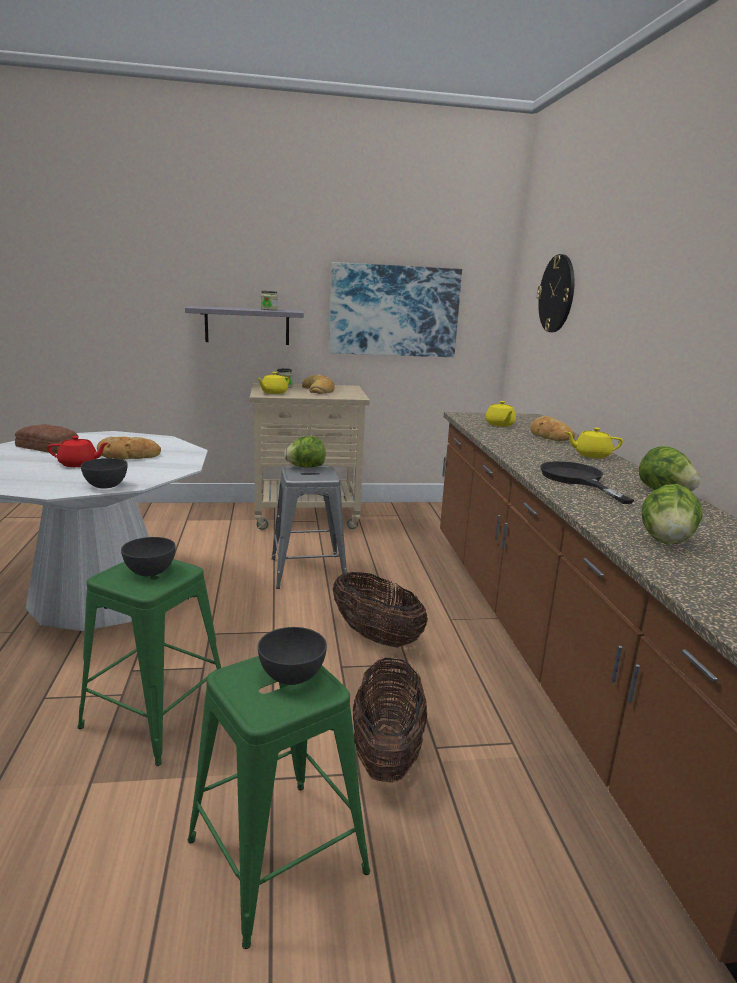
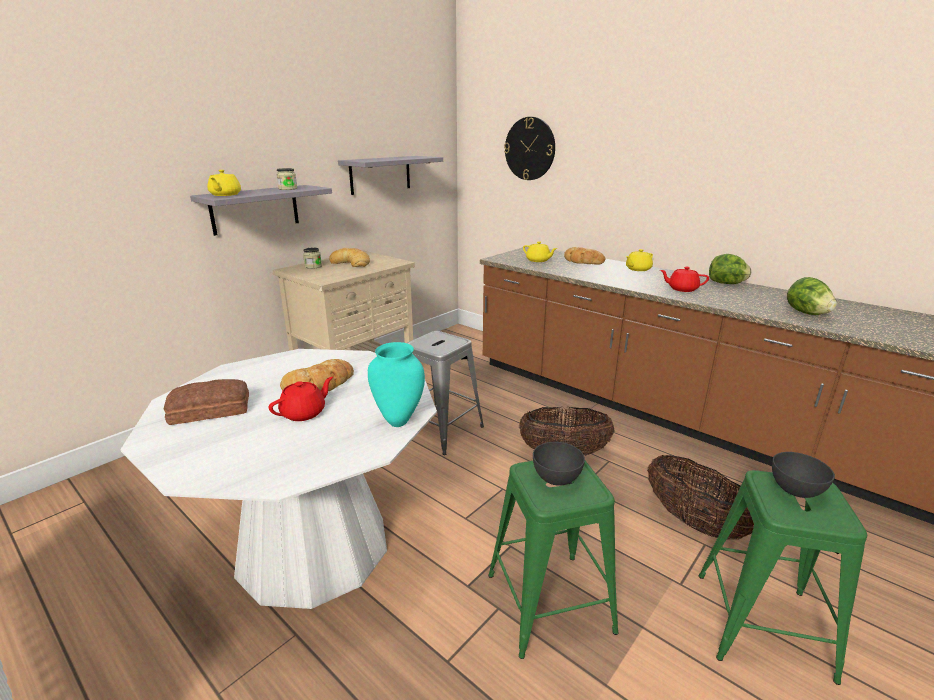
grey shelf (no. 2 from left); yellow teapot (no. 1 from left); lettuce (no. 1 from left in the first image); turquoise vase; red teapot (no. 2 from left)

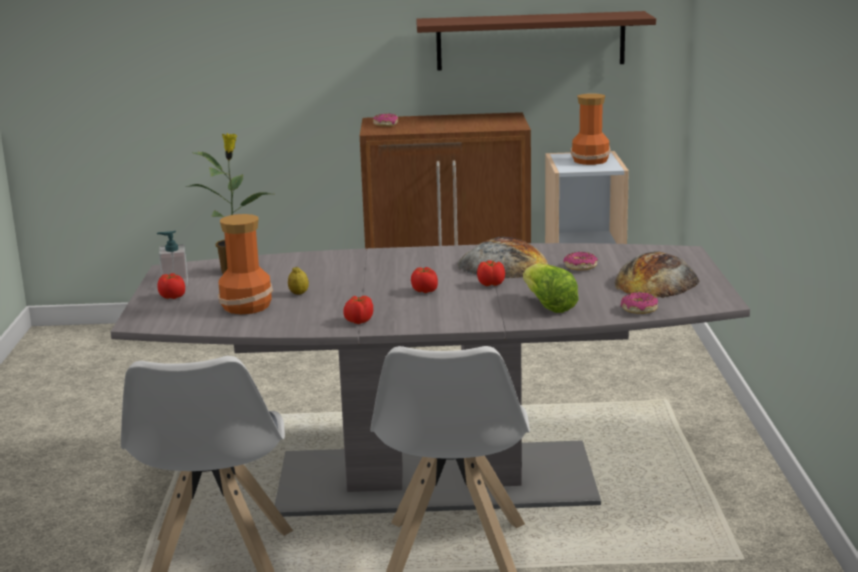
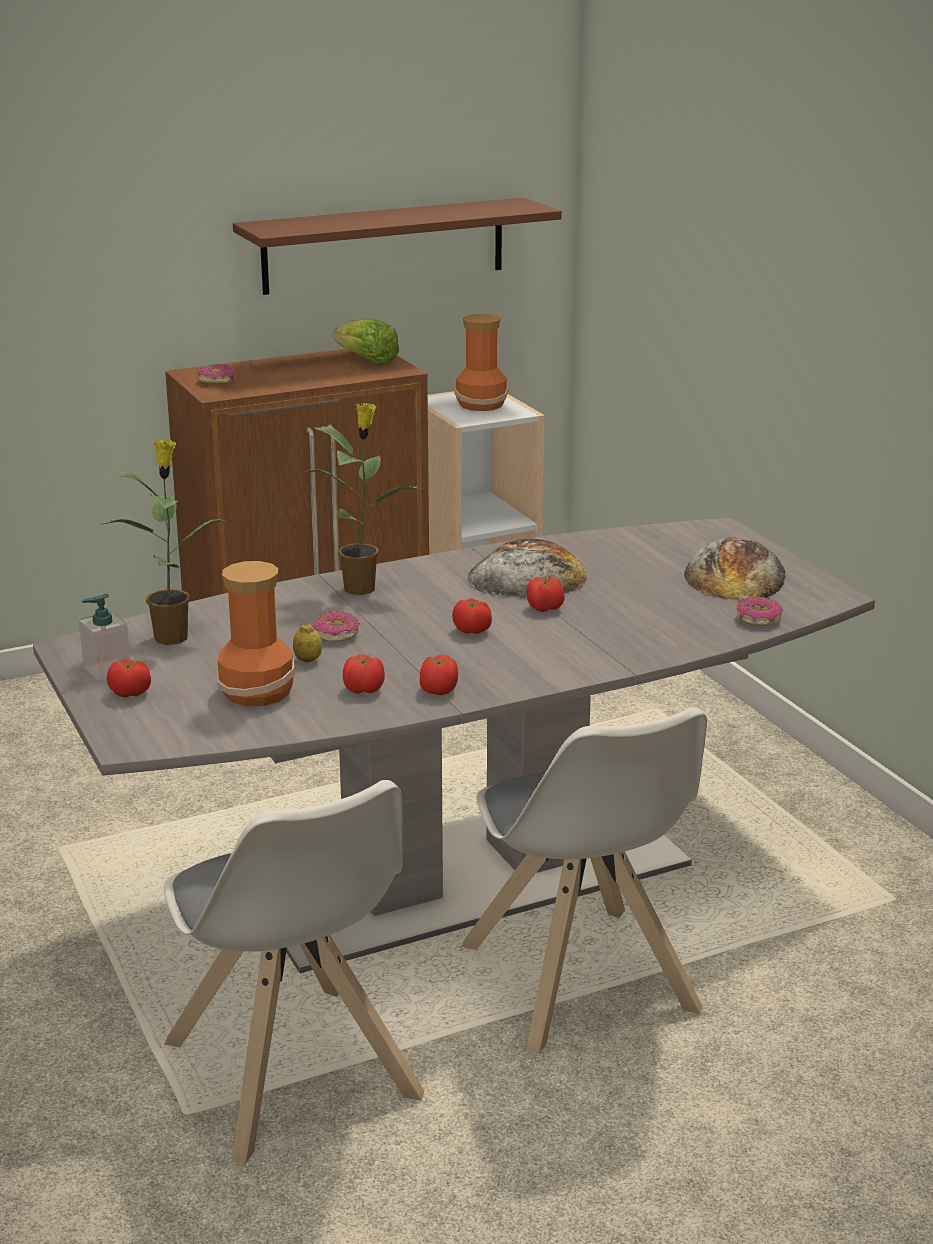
donut (no. 2 from left); lettuce; potted plant (no. 2 from left); tomato (no. 2 from left)

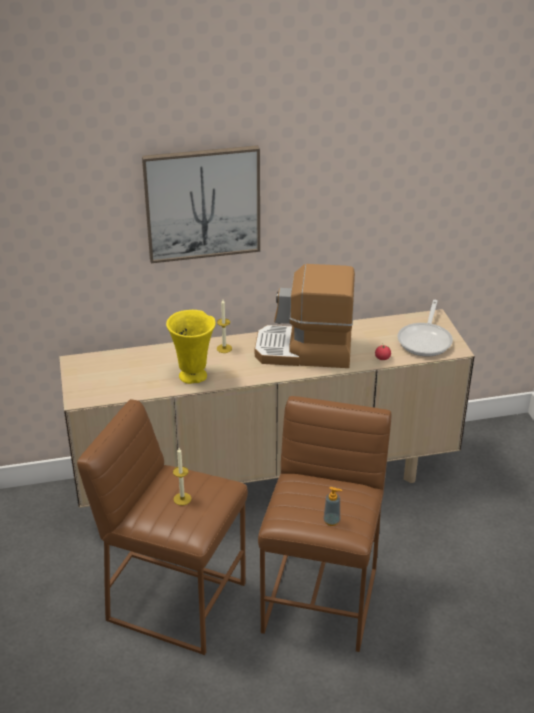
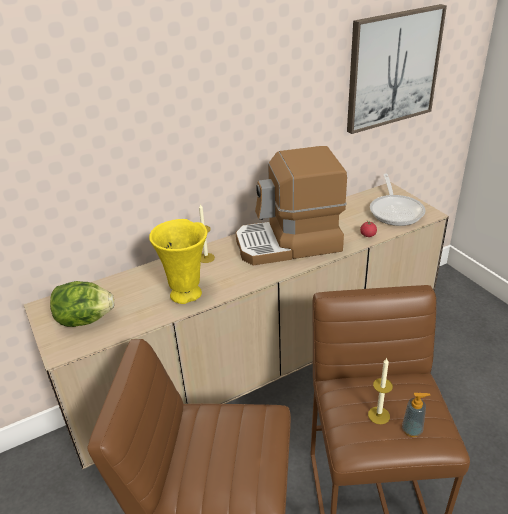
picture; candle (no. 2 from left); lettuce

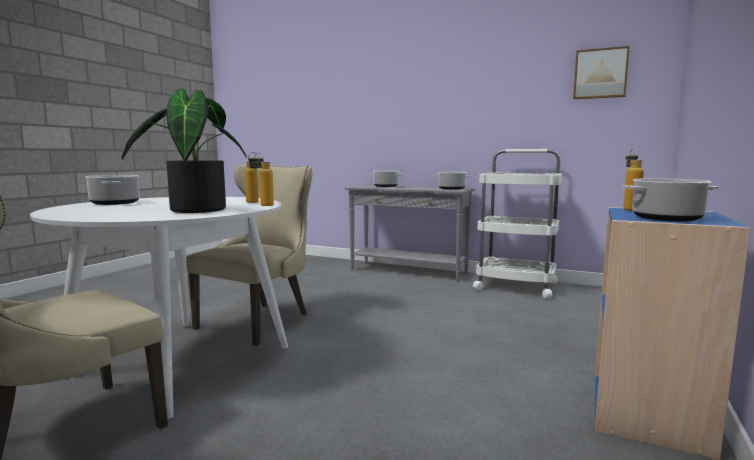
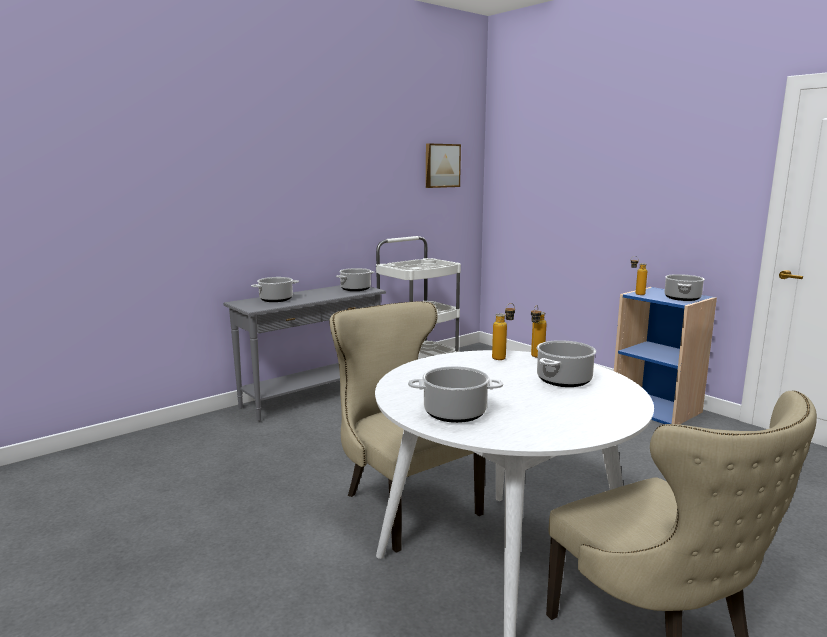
cooking pot (no. 4 from left)

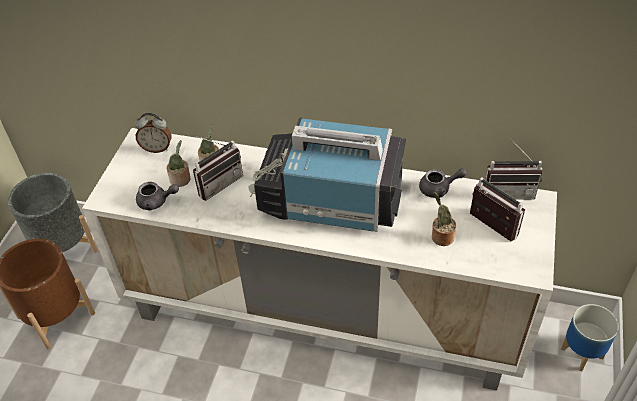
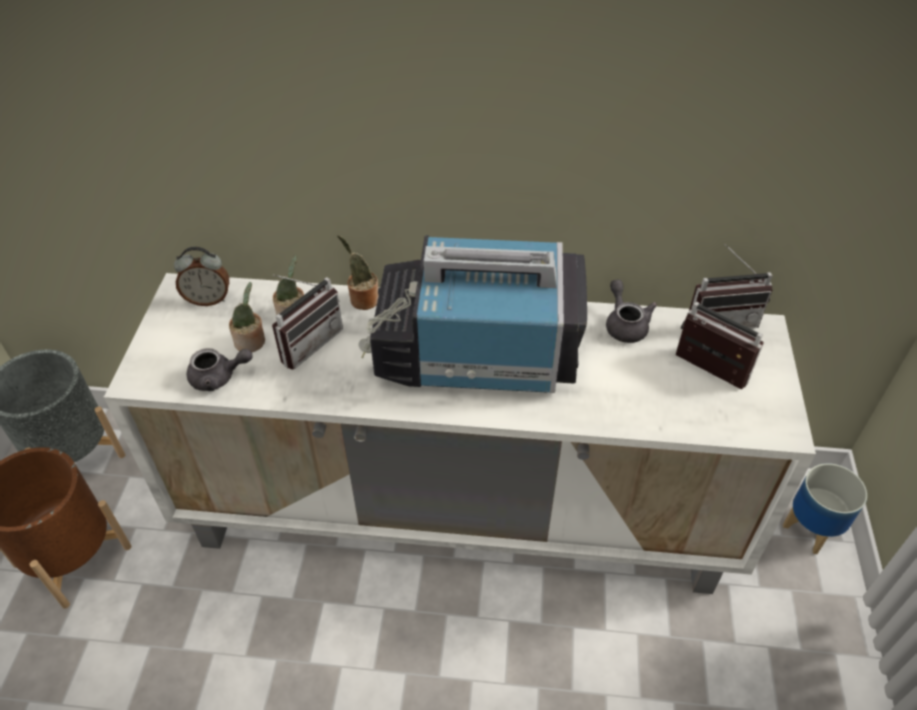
grey teapot (no. 2 from left); potted plant (no. 3 from left)

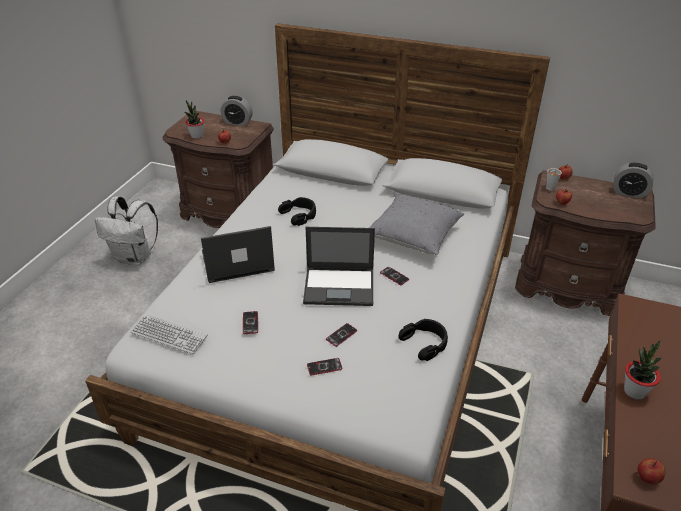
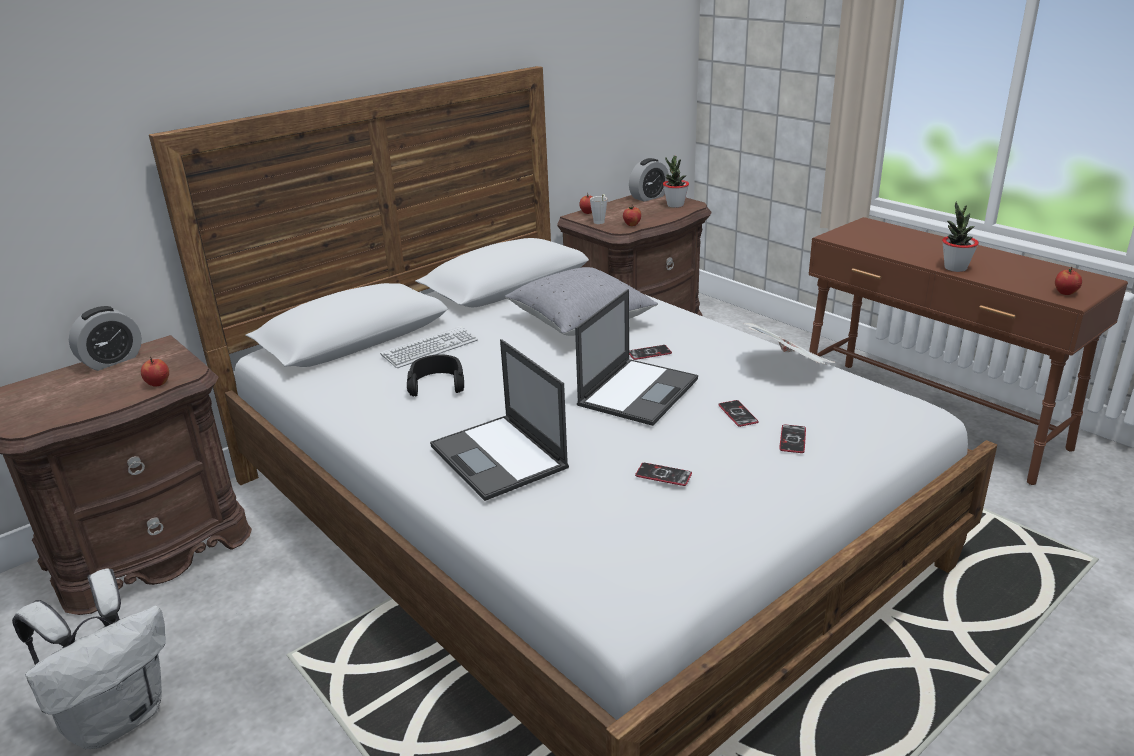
potted plant (no. 1 from left); laptop (no. 1 from left); keyboard; newspaper

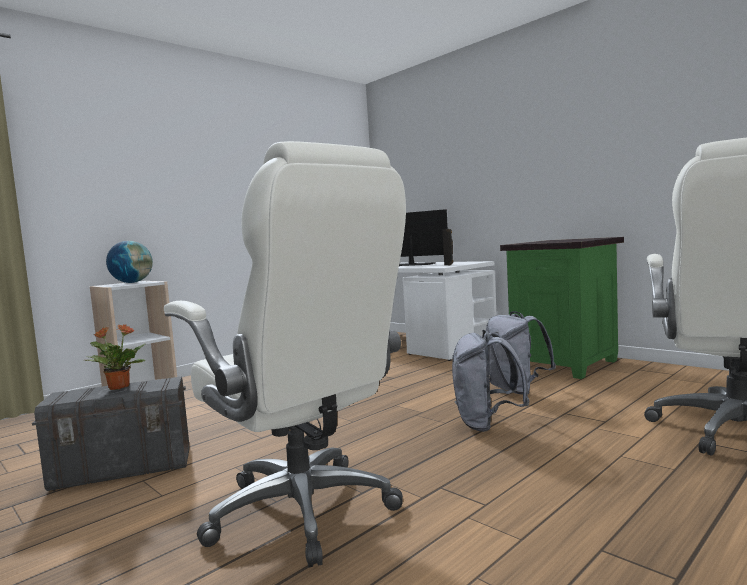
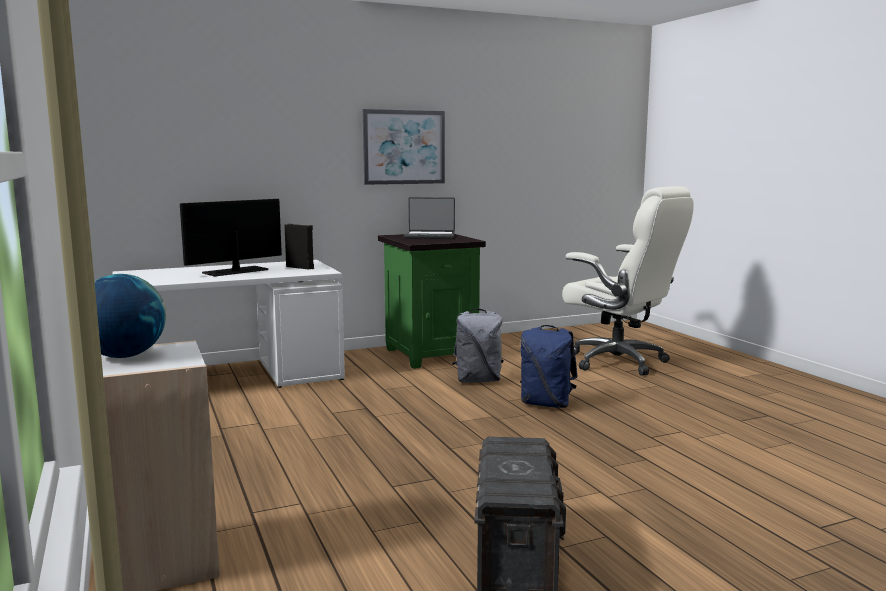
white office chair (no. 1 from left in the first image); potted plant; blue backpack; picture; laptop

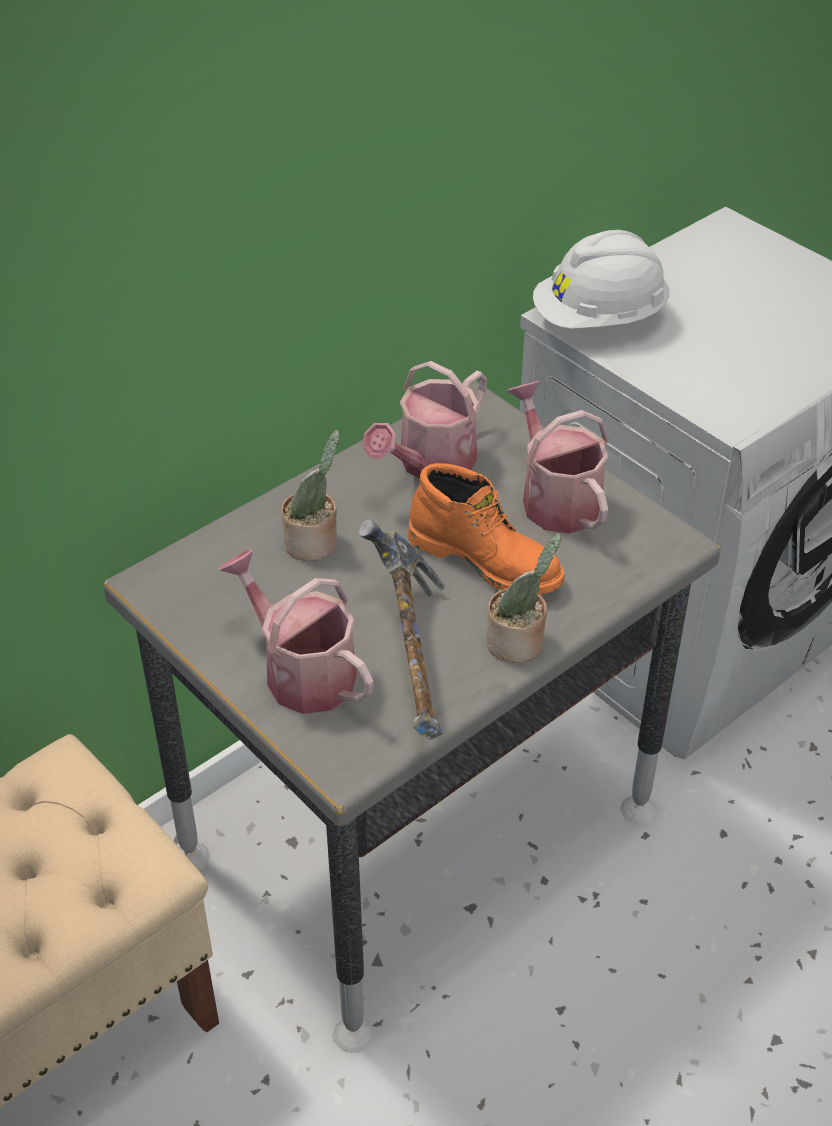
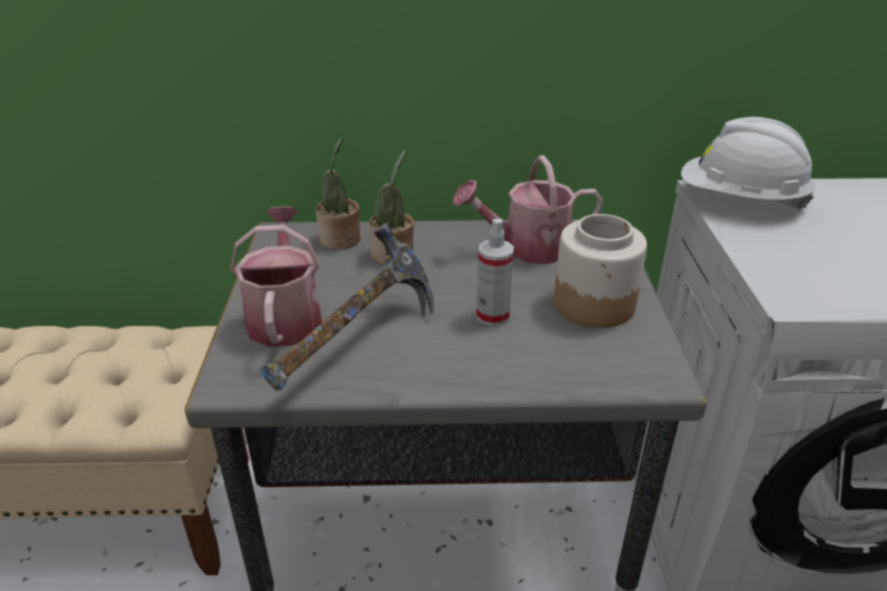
jar; spray bottle; potted plant (no. 1 from left)

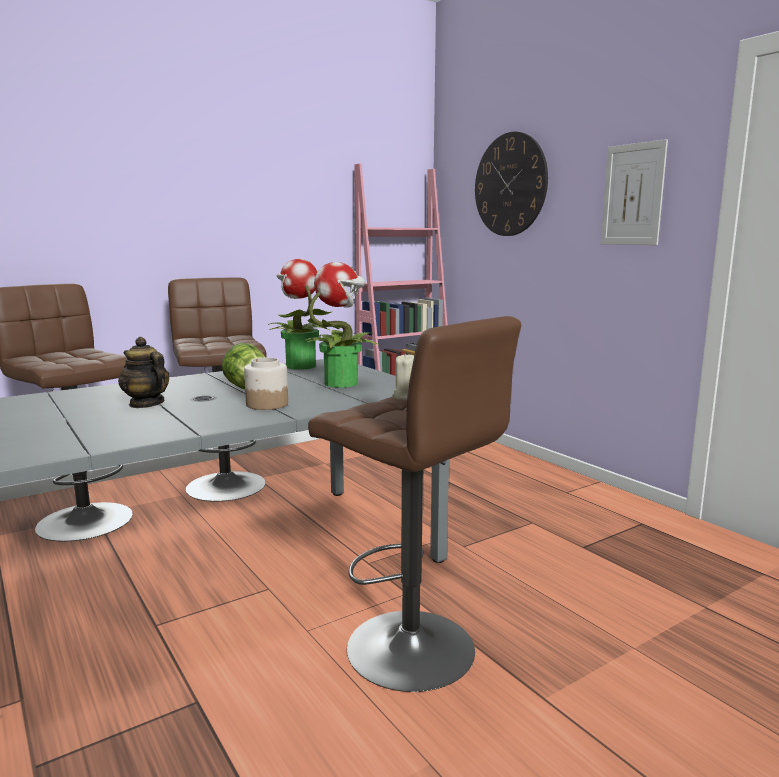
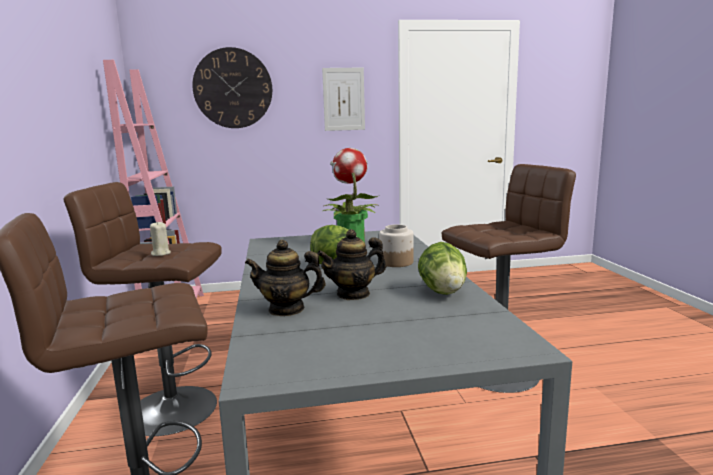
potted plant (no. 1 from left in the first image); beige candle; teapot (no. 1 from left); lettuce (no. 2 from left)

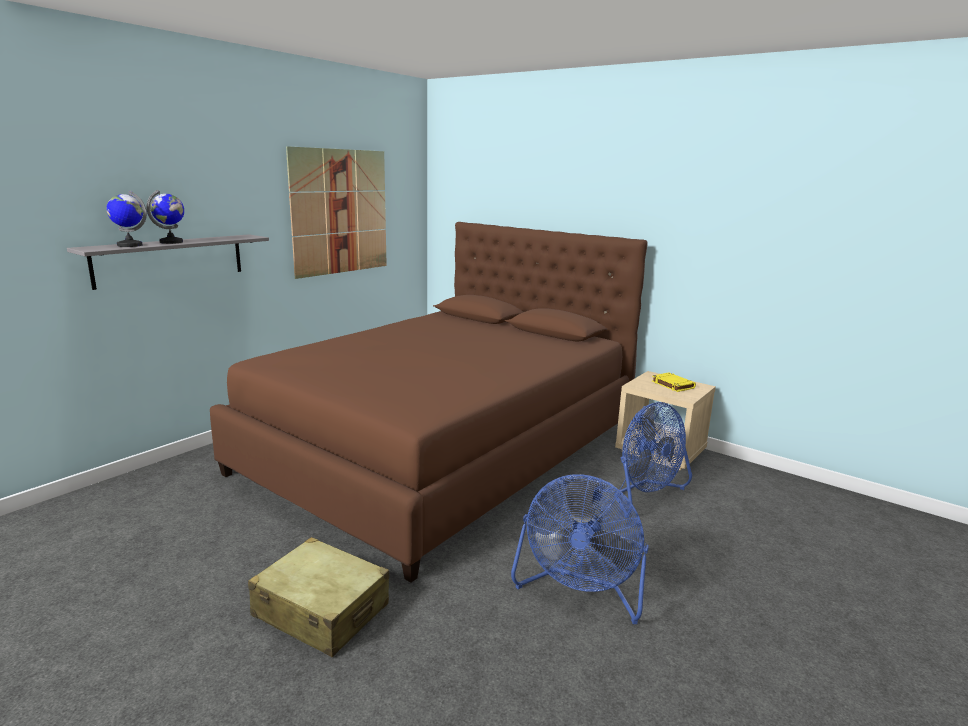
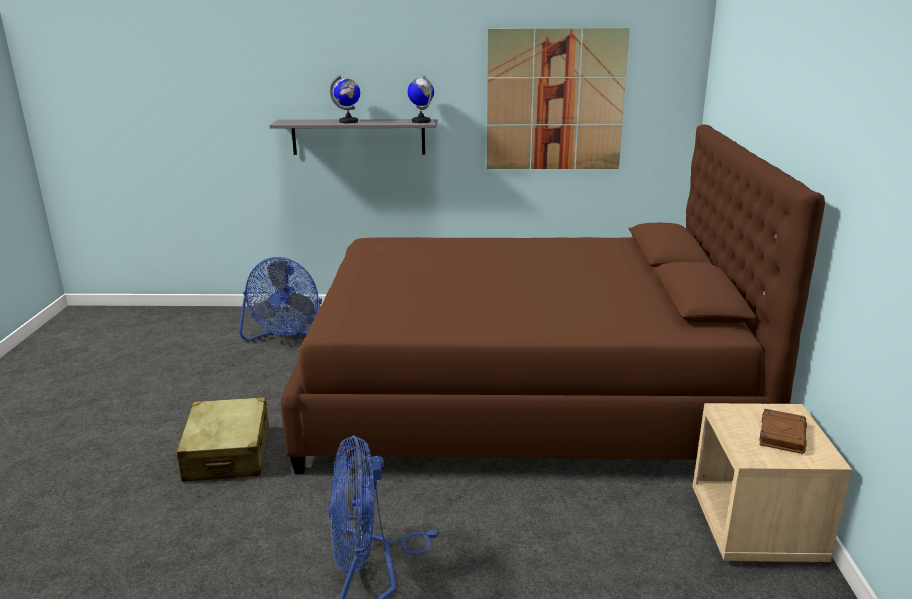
globe (no. 2 from left); brown book; blue fan (no. 1 from left)

